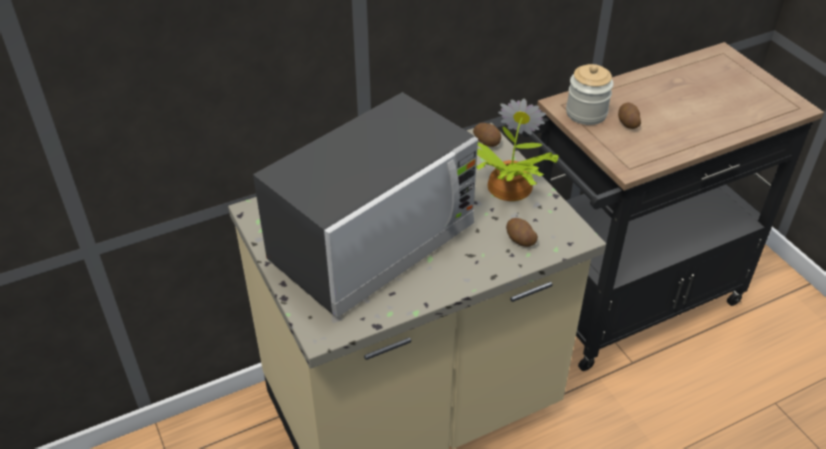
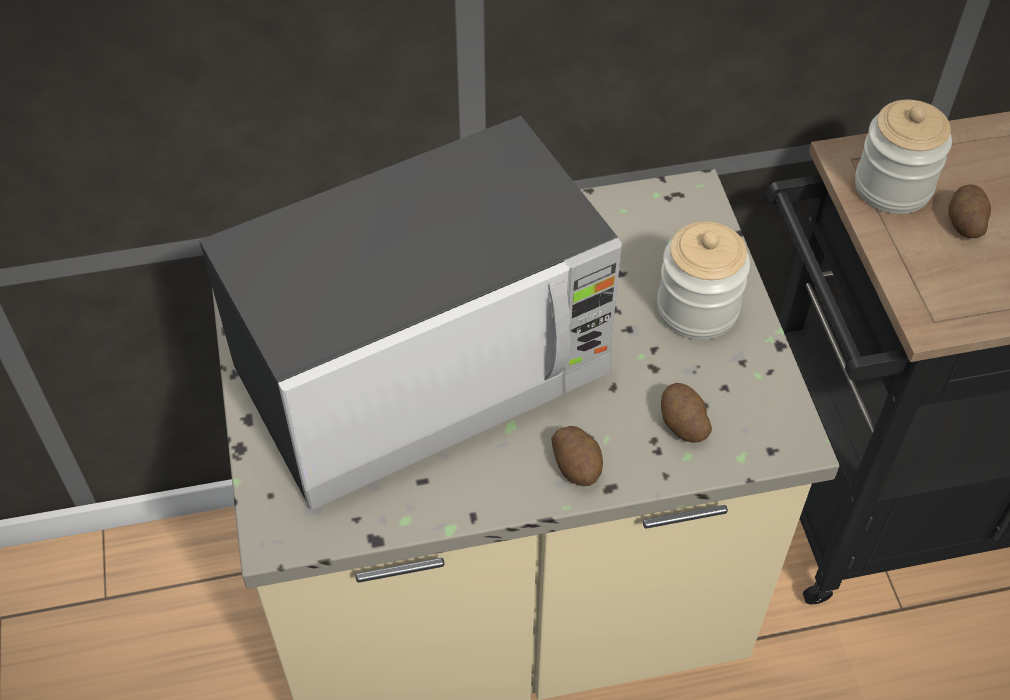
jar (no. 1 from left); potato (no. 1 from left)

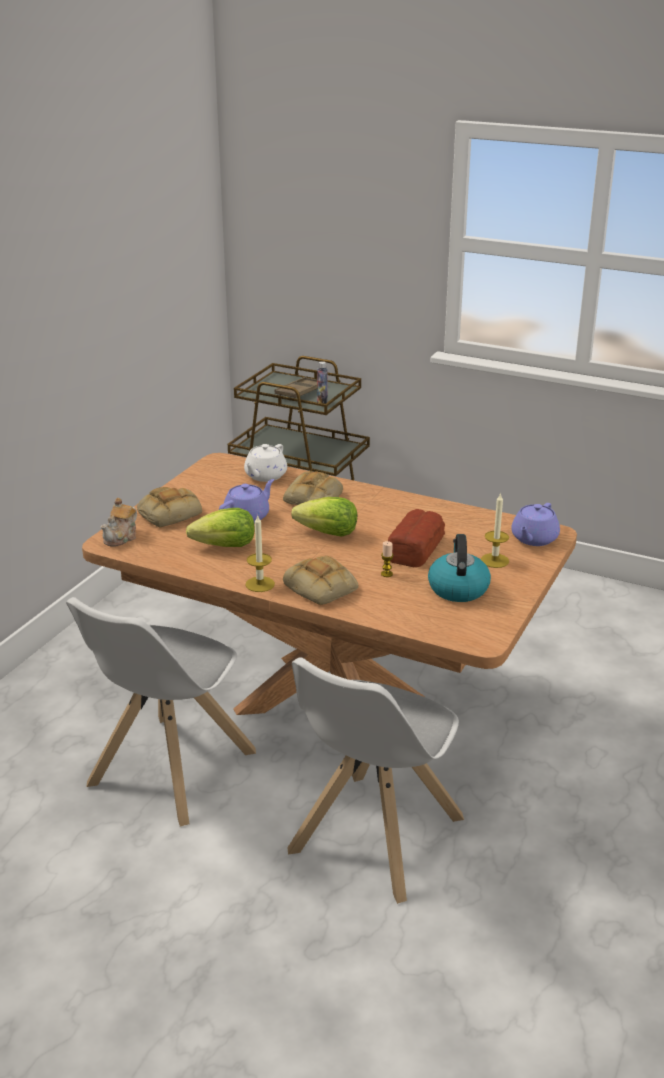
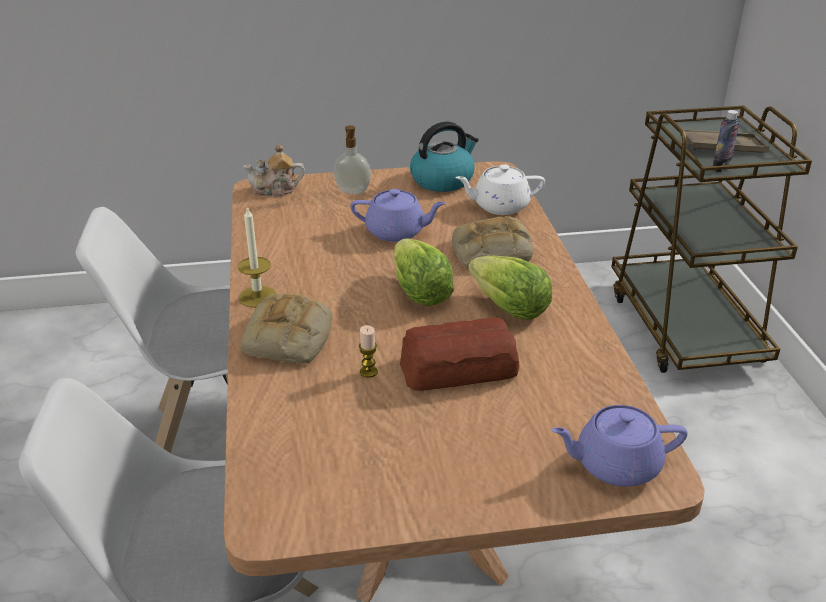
soap dispenser; candle (no. 3 from left in the first image); lettuce (no. 2 from left); kettle

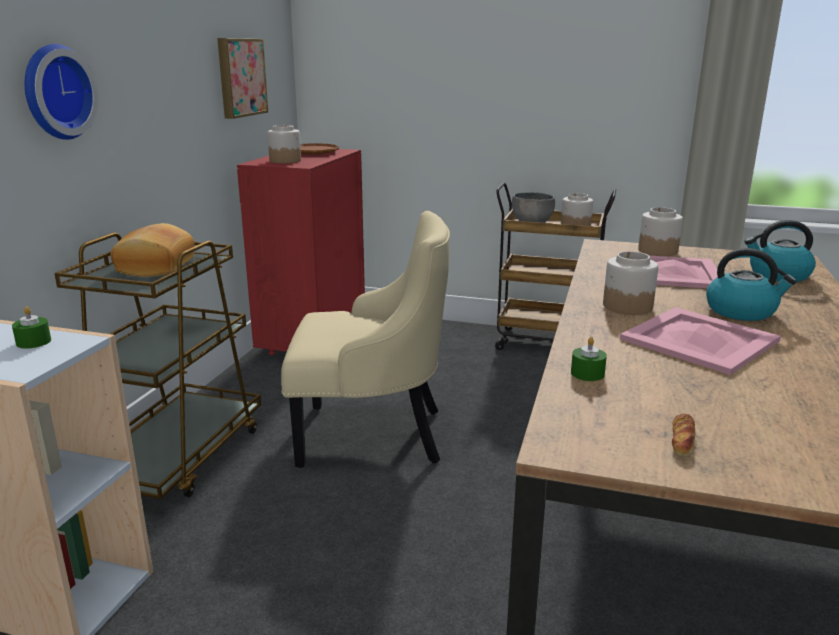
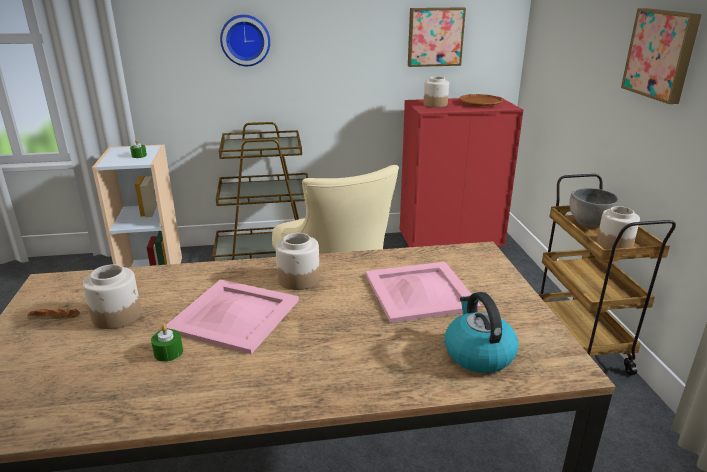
jar (no. 1 from left); bread (no. 1 from left in the first image); kettle (no. 1 from left in the first image); green candle (no. 2 from left); picture (no. 2 from left)

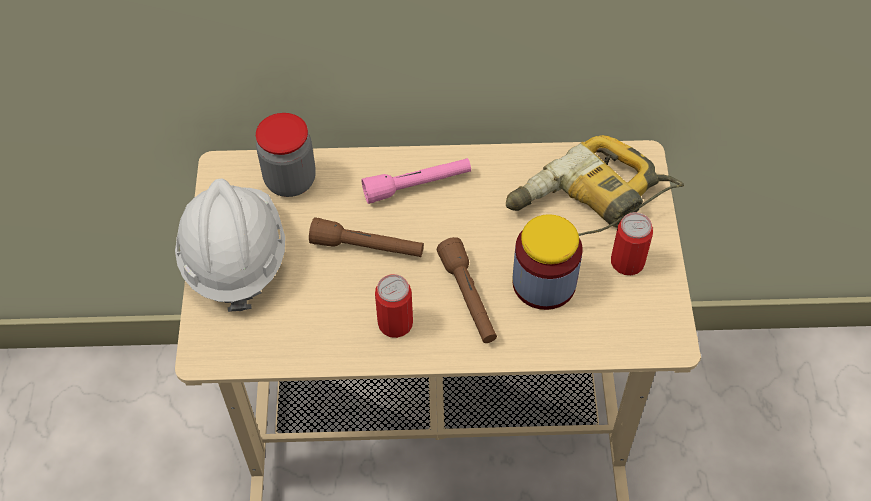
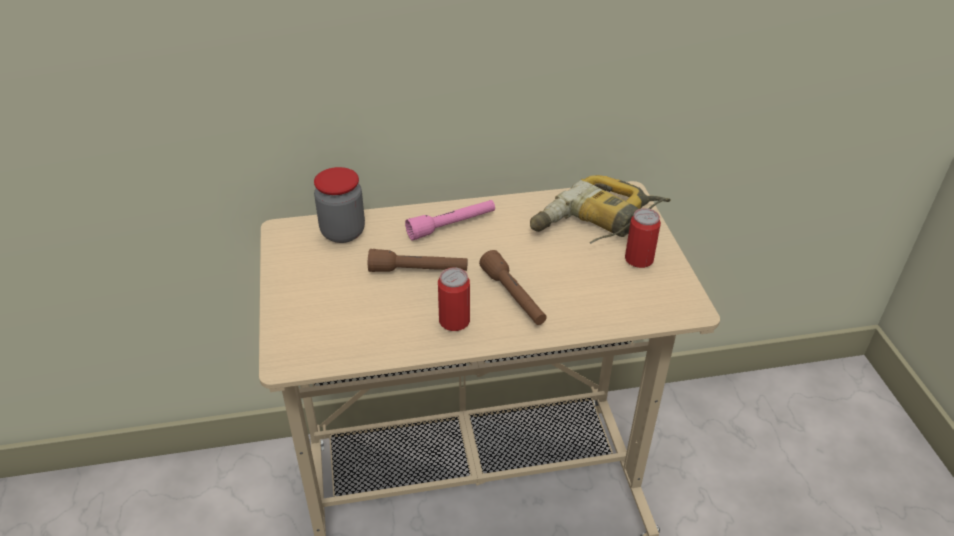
white hard hat; jar (no. 2 from left in the first image)

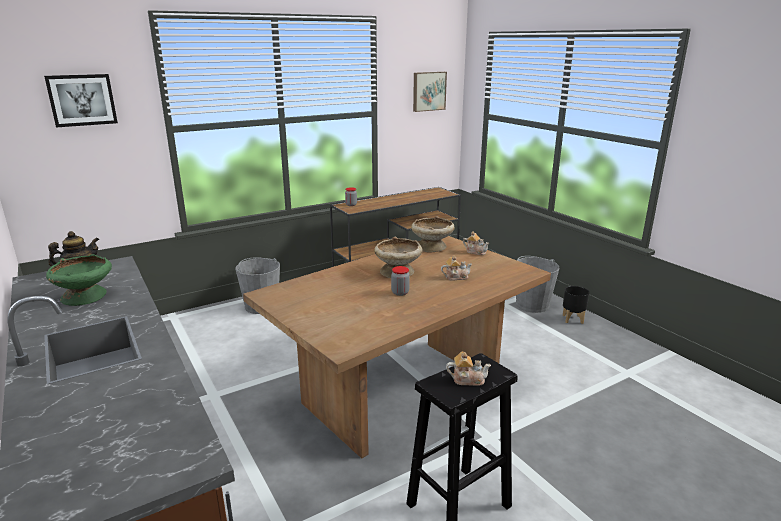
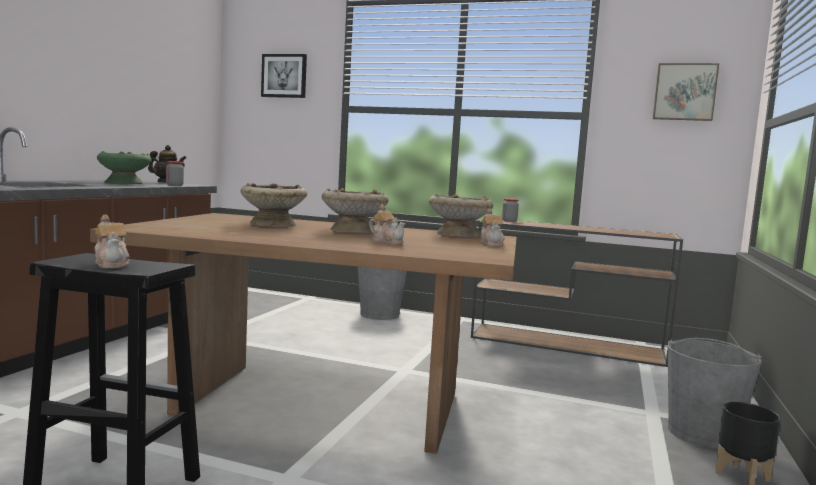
jar (no. 1 from left); beige bowl (no. 1 from left)

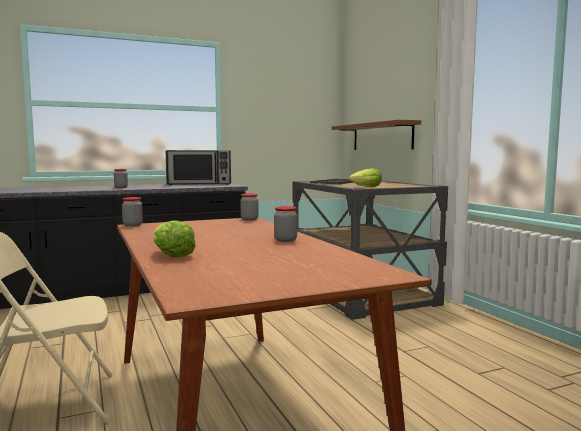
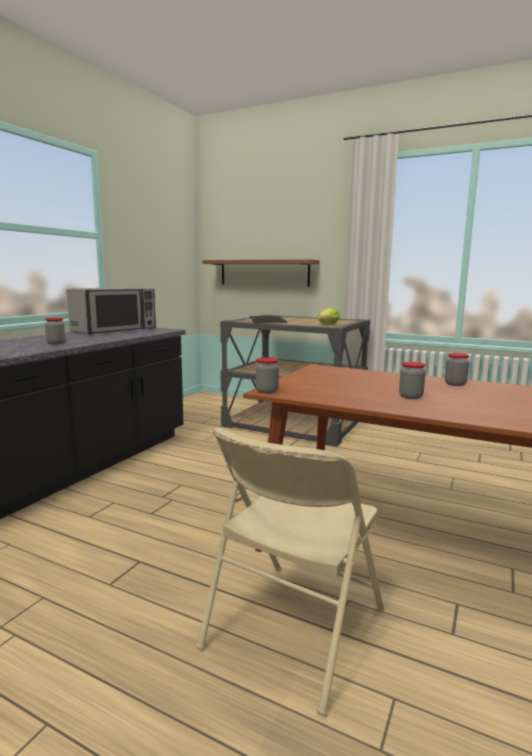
jar (no. 3 from left); lettuce (no. 1 from left in the first image)

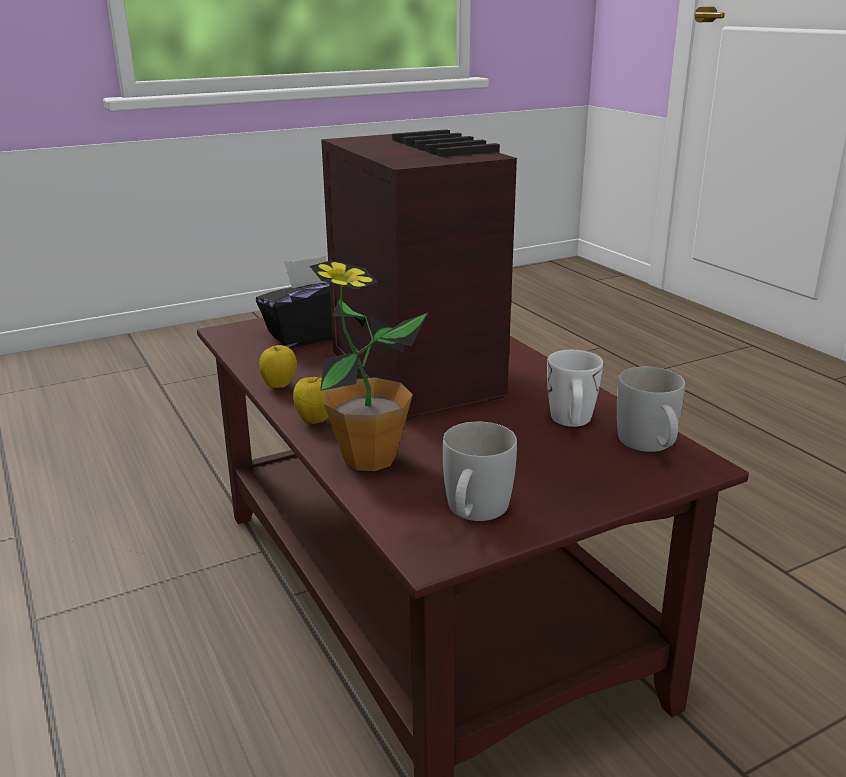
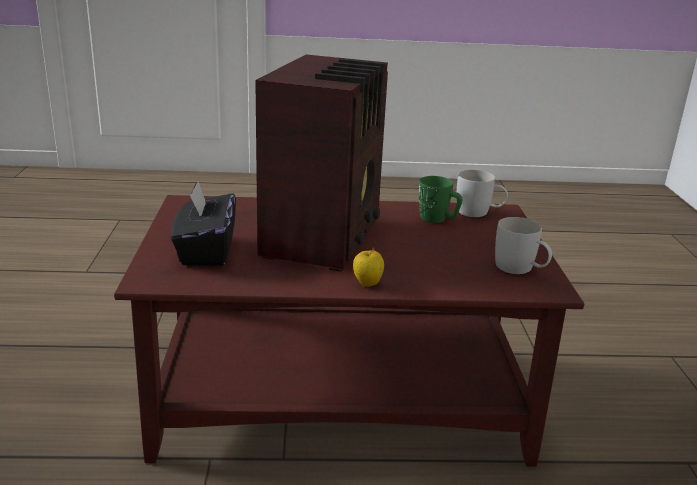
radio; potted plant; apple (no. 1 from left in the first image); green mug

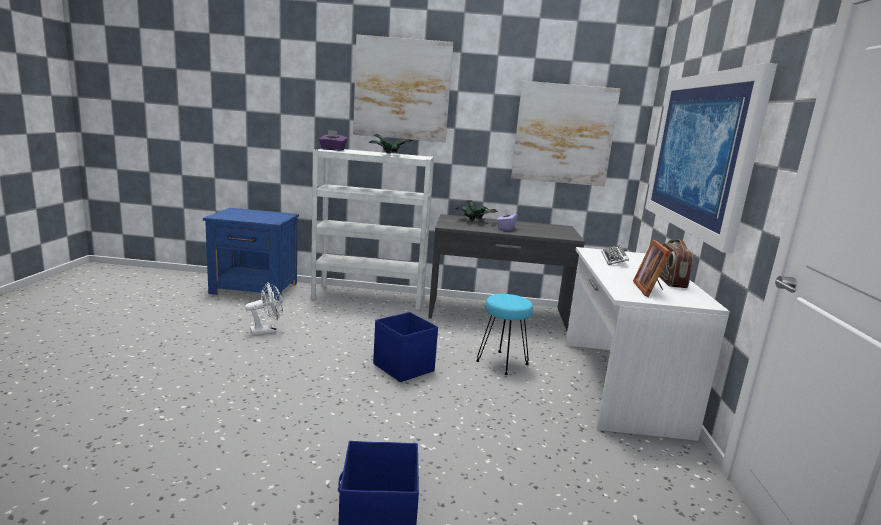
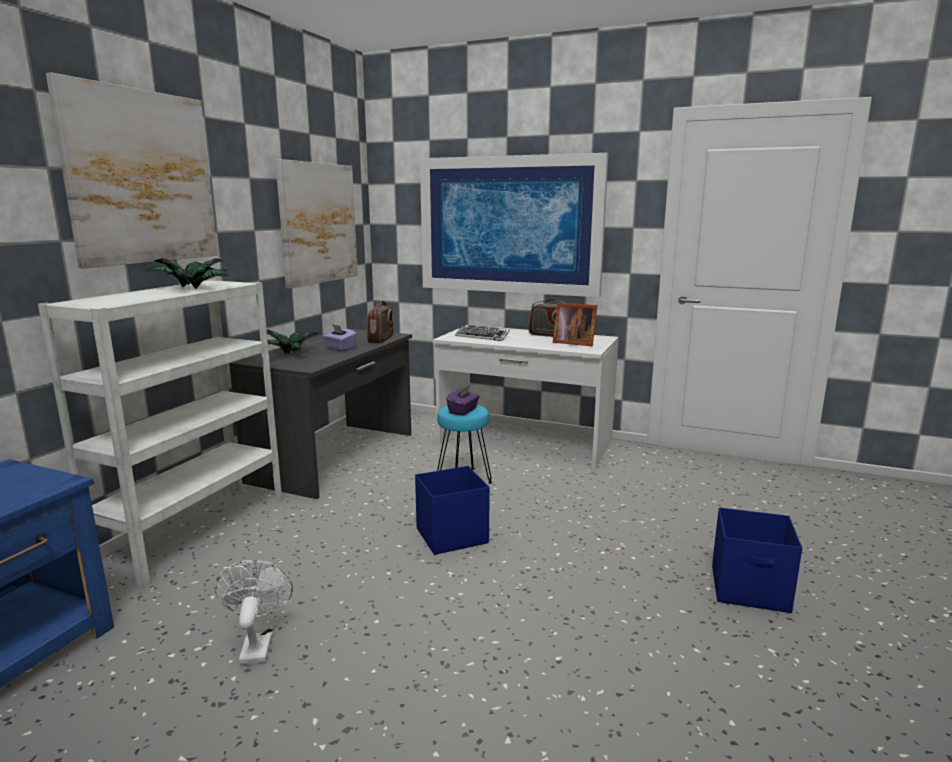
purple tissue box (no. 2 from left); radio (no. 1 from left)

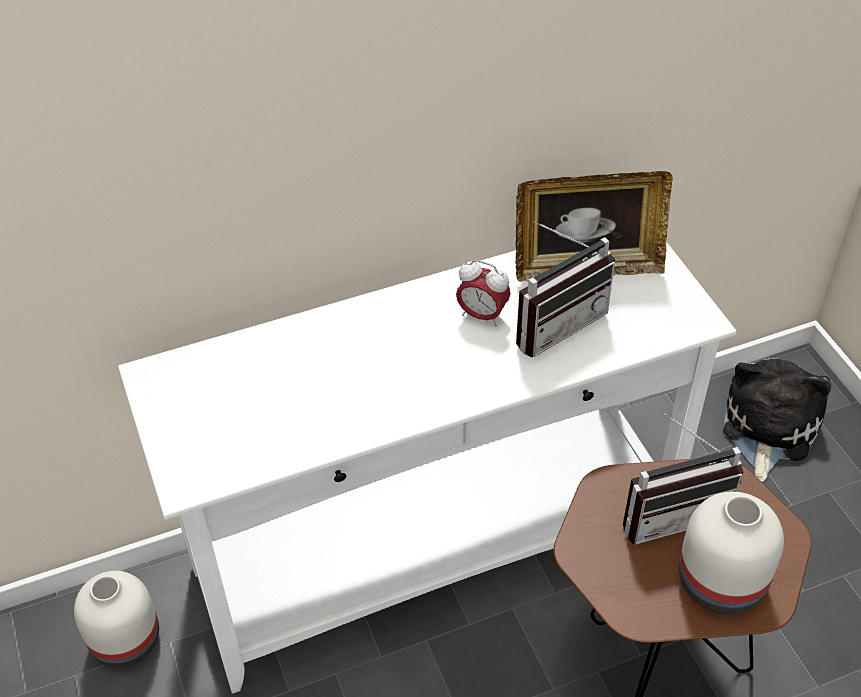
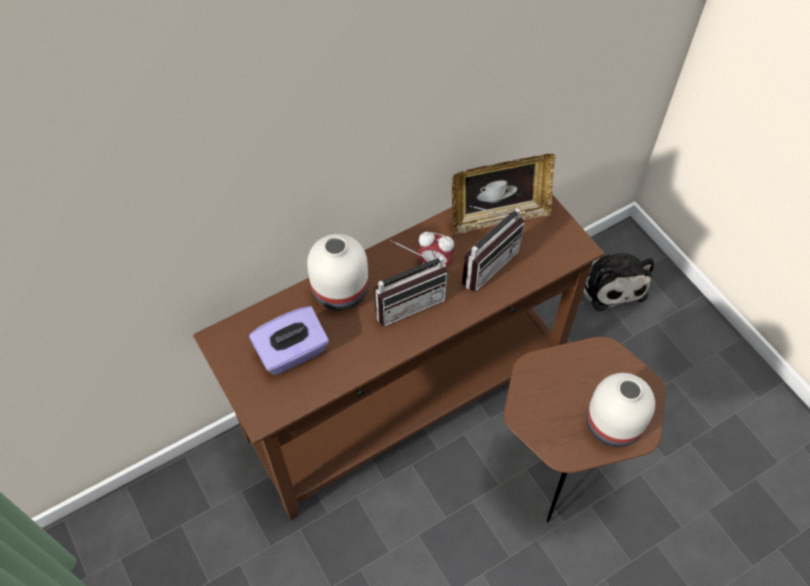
brown console table; plush toy; radio (no. 1 from left); white vase (no. 1 from left); purple tissue box

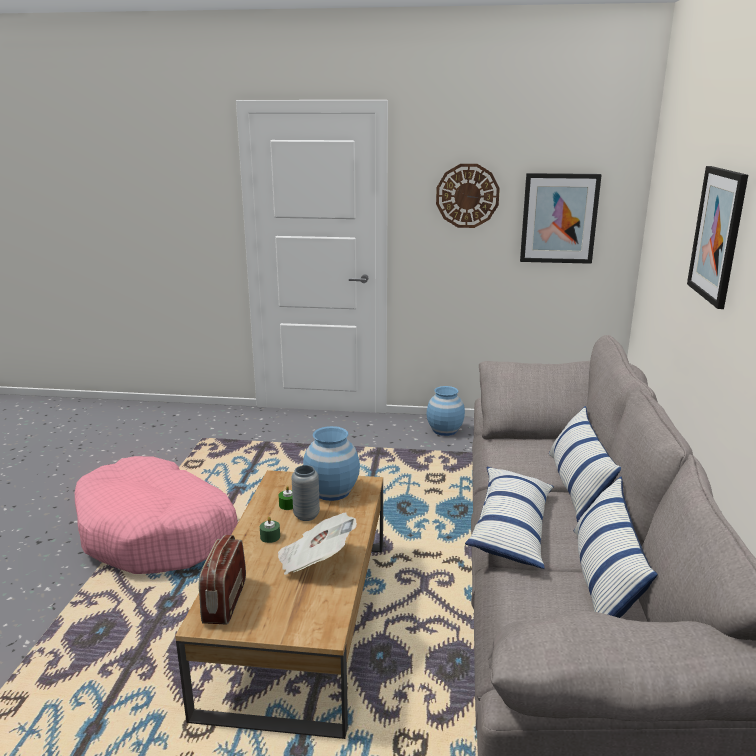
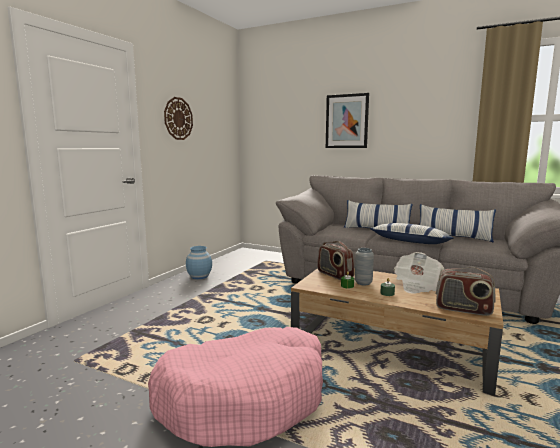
picture (no. 1 from left in the first image); radio (no. 1 from left)

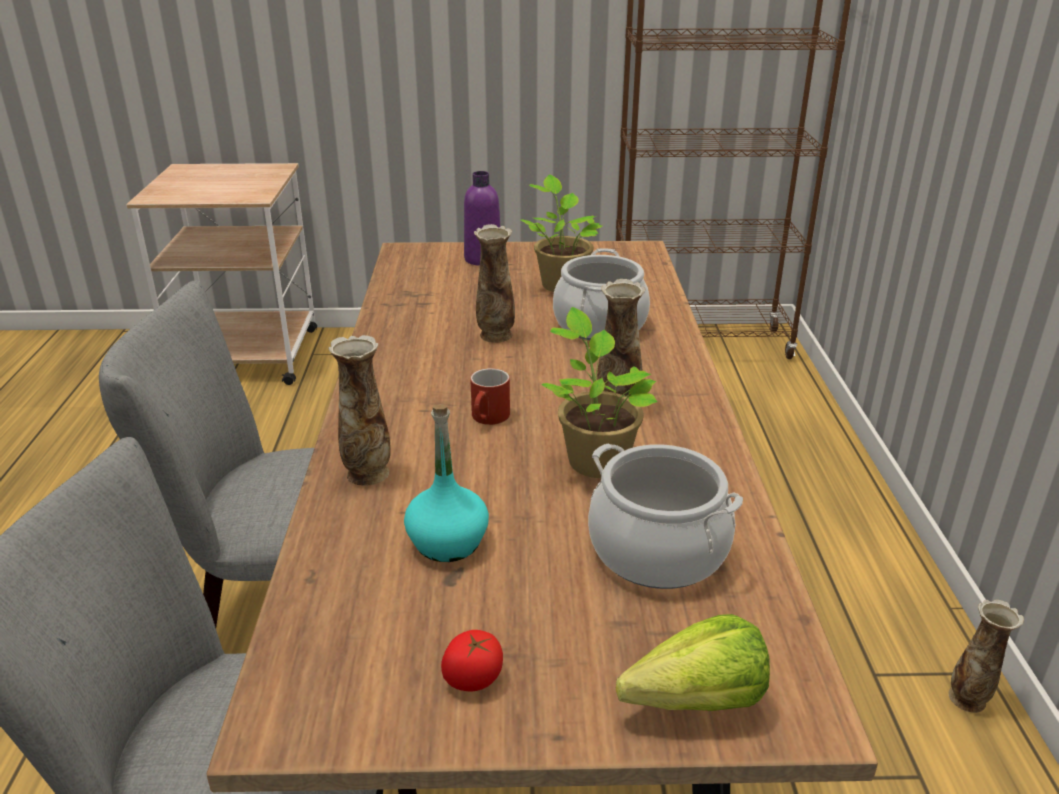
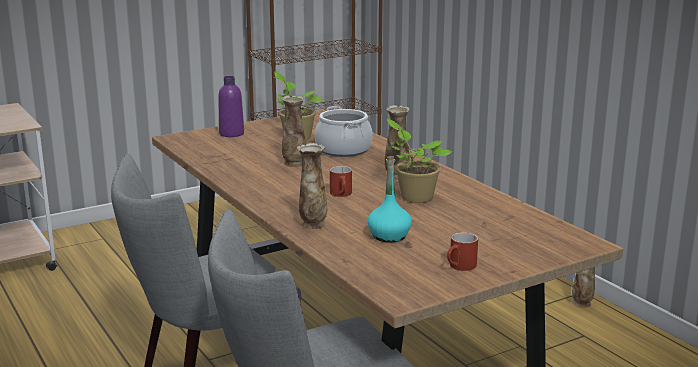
cooking pot (no. 2 from left in the first image); lettuce; red mug (no. 2 from left)

